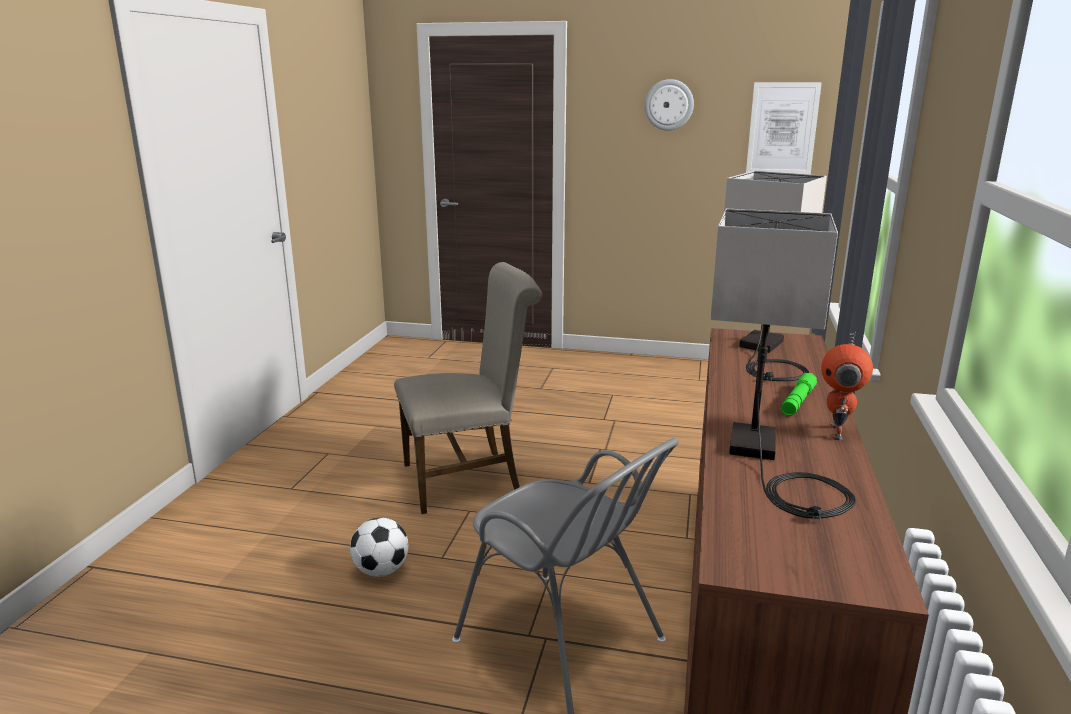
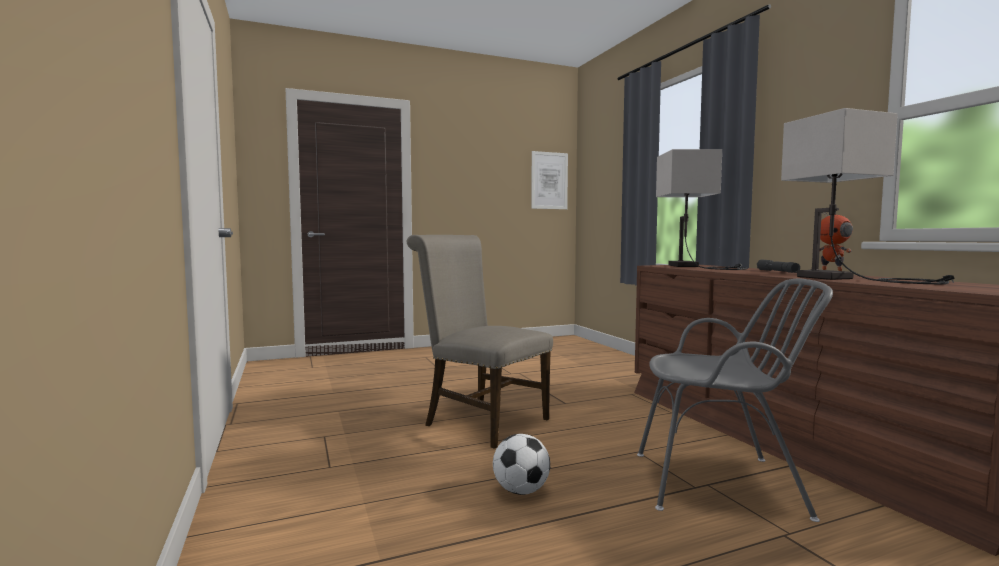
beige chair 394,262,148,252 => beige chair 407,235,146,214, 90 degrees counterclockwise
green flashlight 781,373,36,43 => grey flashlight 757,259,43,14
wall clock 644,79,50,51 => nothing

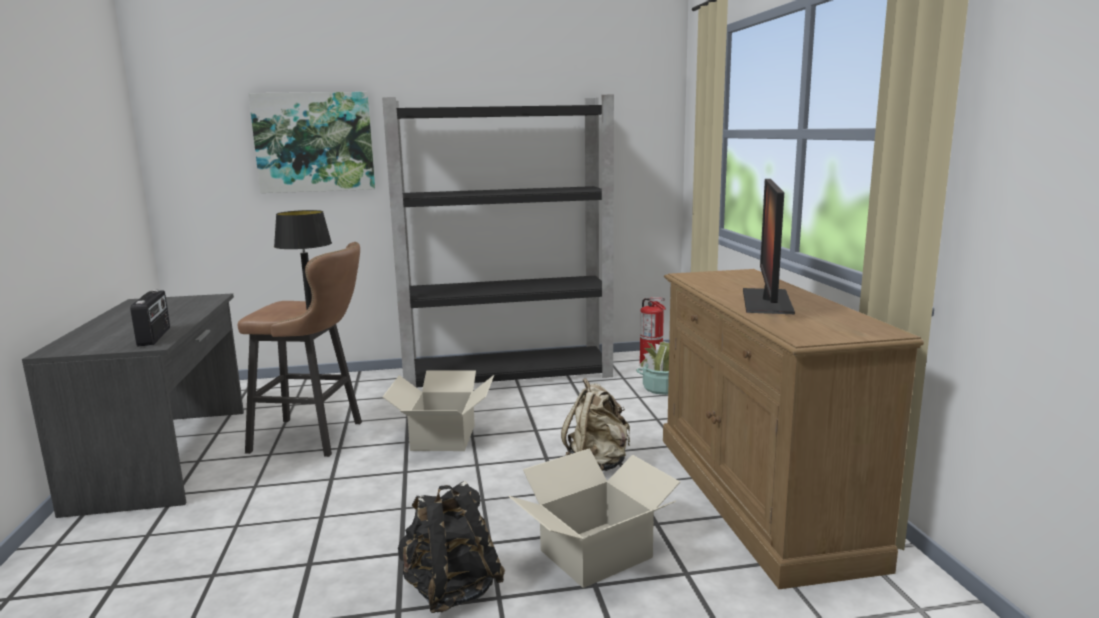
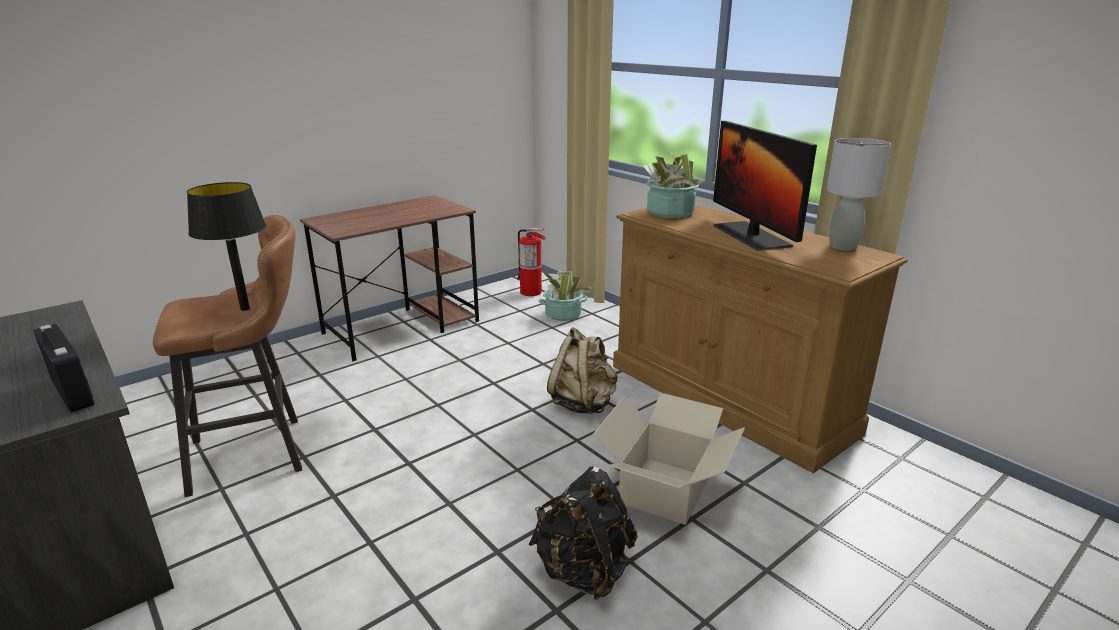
black bookcase 382,95,232,293 => brown desk 300,195,179,166
nothing => potted plant 643,153,61,65
nothing => grey table lamp 826,138,65,113
picture 248,92,127,101 => nothing
cardboard box 383,370,111,81 => nothing

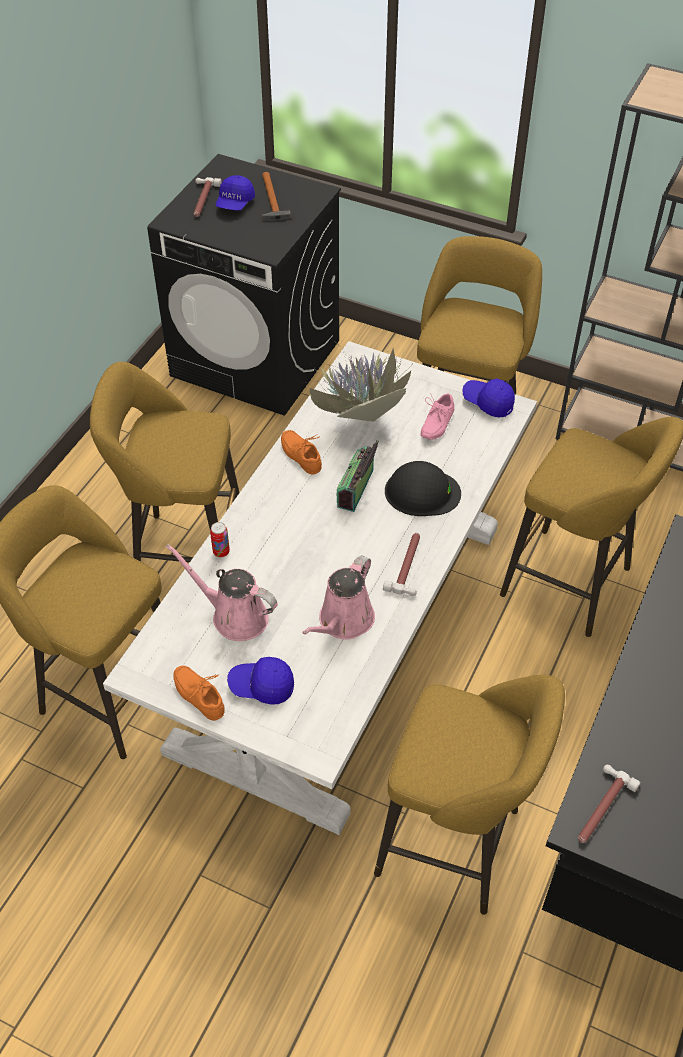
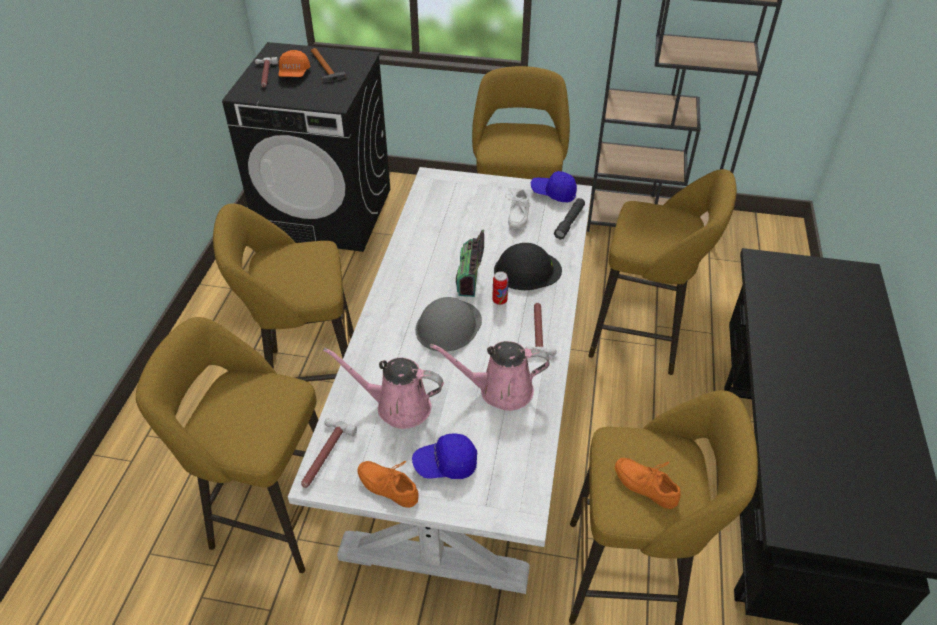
blue cap 216,175,39,36 => orange cap 278,50,33,27
hammer 578,764,62,79 => hammer 301,419,56,69, move
nothing => grey hard hat 415,297,67,55
pink watering can 302,555,73,85 => pink watering can 430,341,120,70, 75 degrees clockwise
can 210,522,20,35 => can 492,271,16,34, move
pink shoe 420,393,34,47 => white shoe 505,189,26,39
nothing => grey flashlight 554,198,31,42
orange shoe 281,430,41,44 => orange shoe 615,458,66,51, move
potted plant 306,349,105,73 => nothing

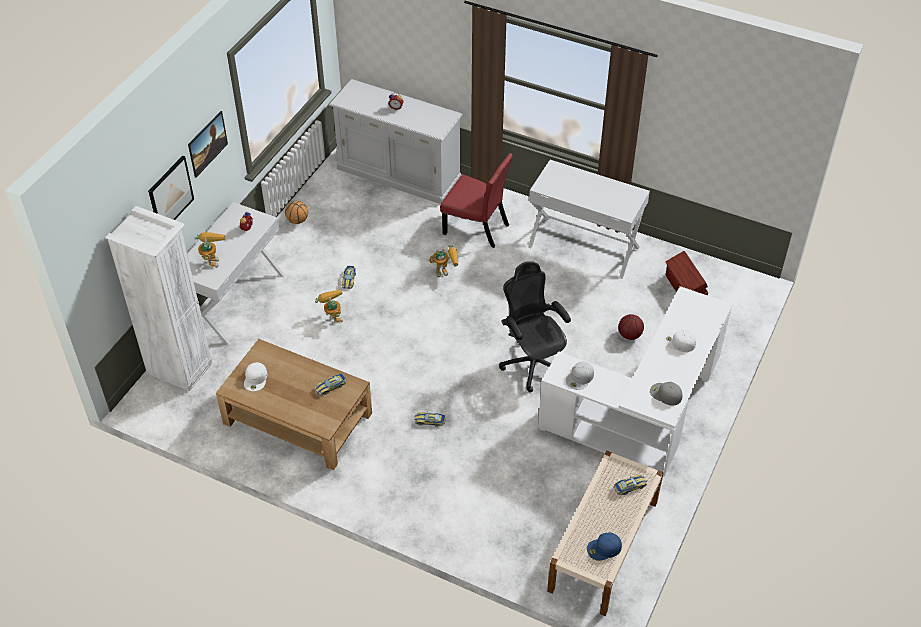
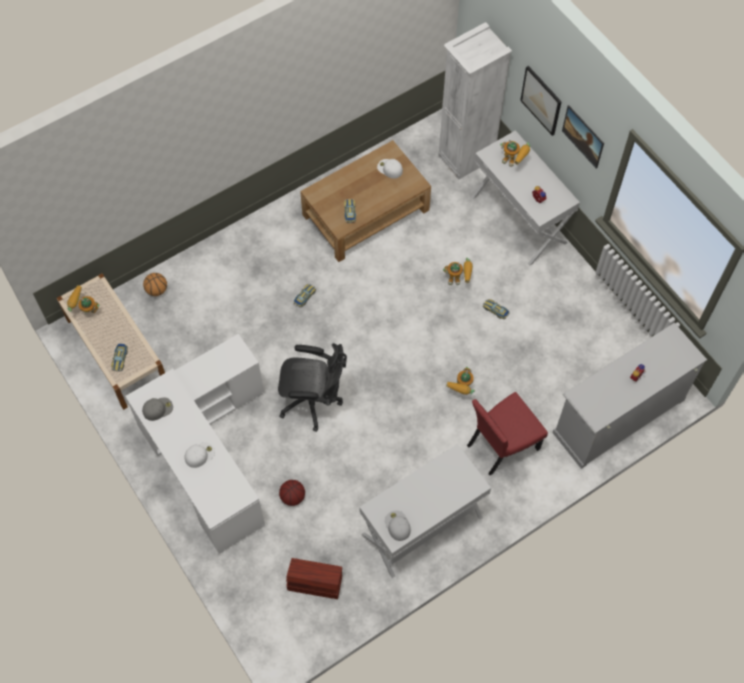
blue cap 587,533,35,28 => toy robot 67,285,33,29
basketball 285,201,23,23 => basketball 143,273,24,23, move
white cap 566,362,28,28 => white cap 385,510,26,31, move

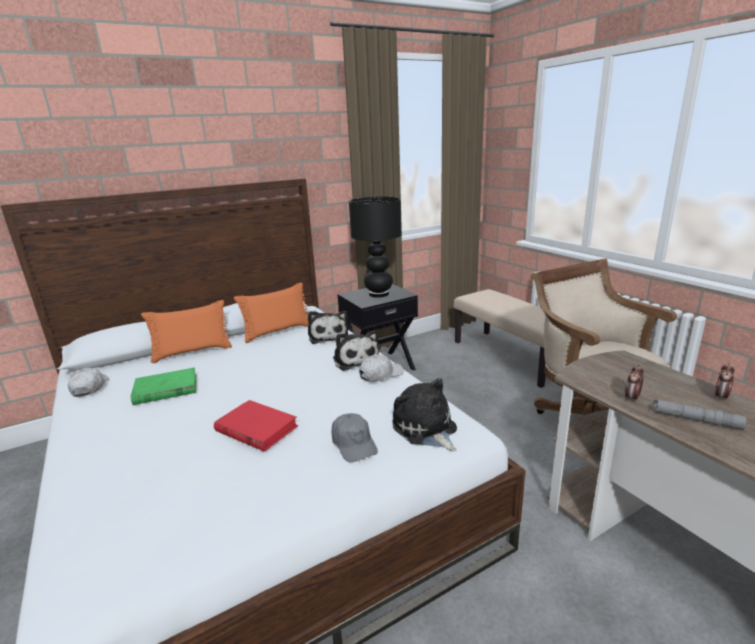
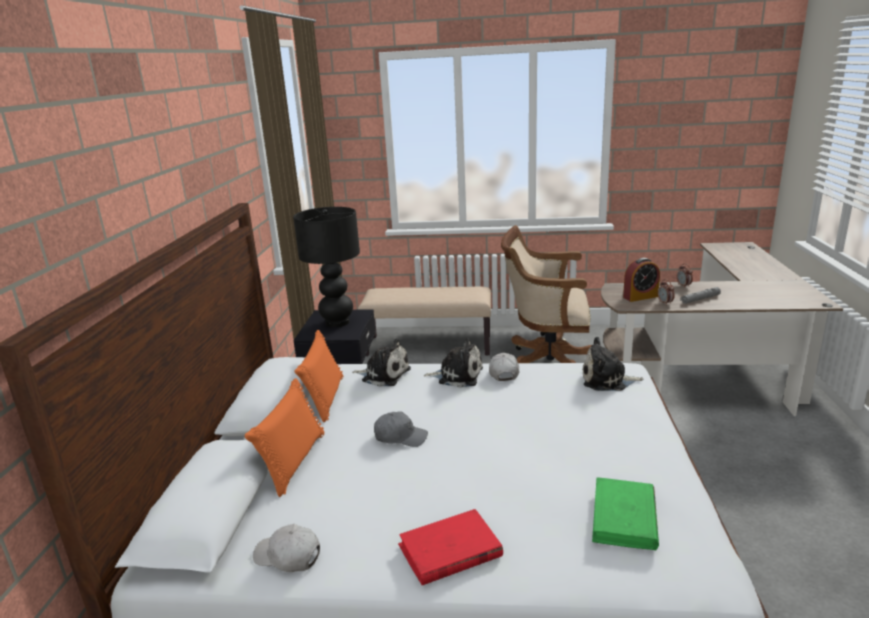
grey cap 331,413,47,49 => grey cap 374,411,54,36, move
red book 214,400,84,52 => red book 398,509,105,76, move
green book 131,367,66,38 => green book 592,477,67,73, move
nothing => alarm clock 623,258,37,44

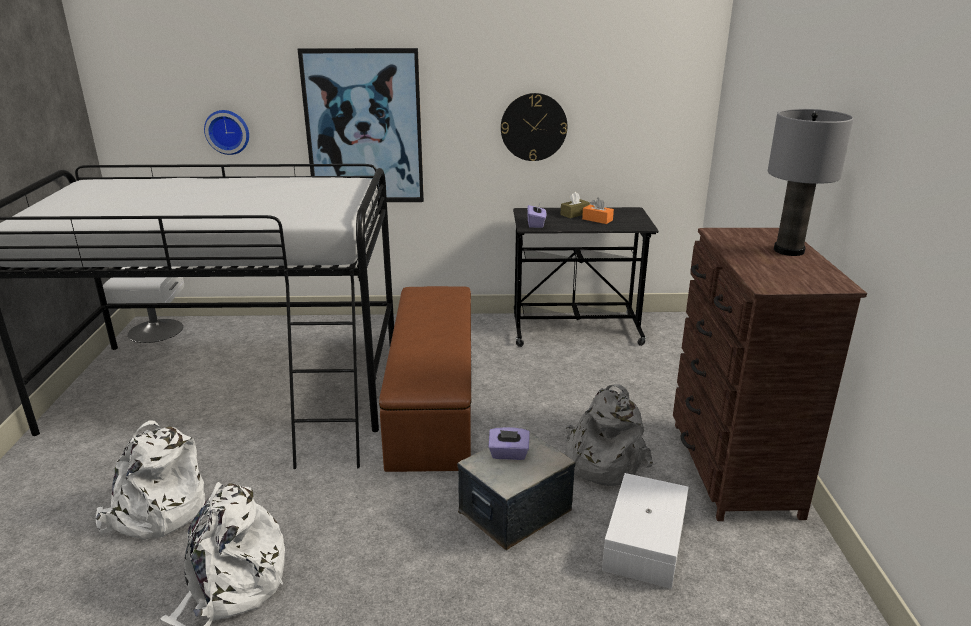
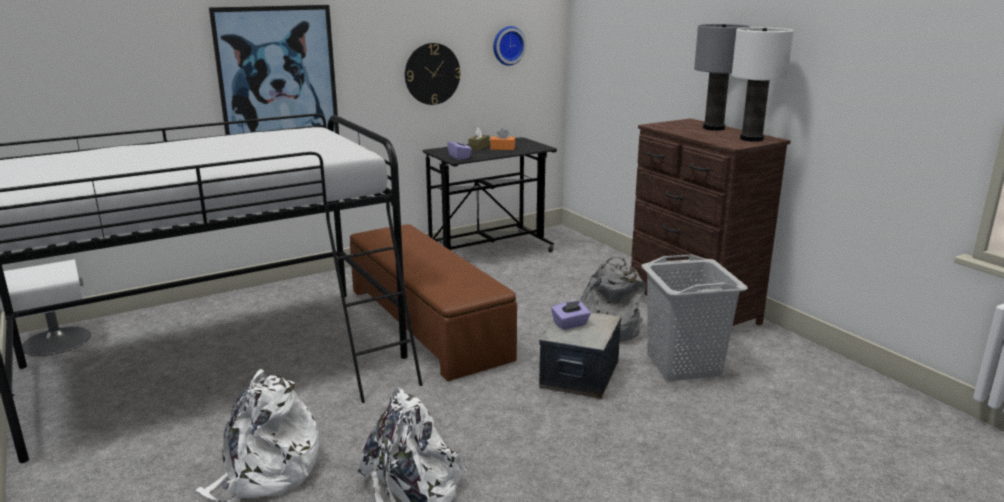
wall clock 204,110,45,45 => wall clock 493,26,33,40, move
white storage box 602,473,87,116 => grey laundry basket 641,255,107,126
nothing => white table lamp 732,28,61,114

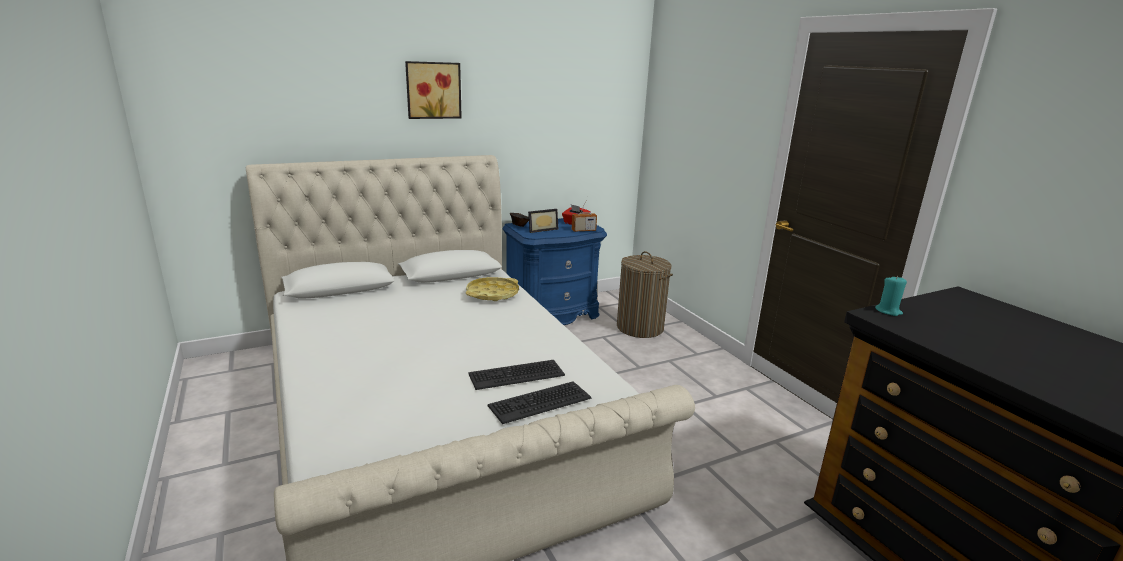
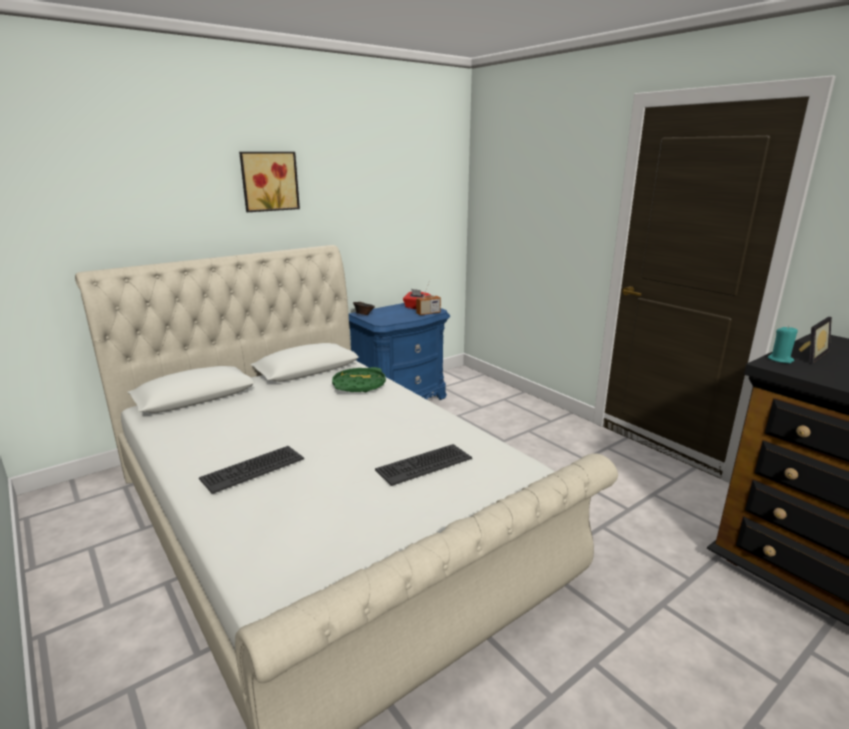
keyboard 487,381,104,43 => keyboard 199,446,105,48, move
yellow tray 466,277,53,24 => green tray 332,367,54,25
picture frame 528,209,30,24 => picture frame 799,317,33,46, move
laundry basket 617,251,56,87 => nothing

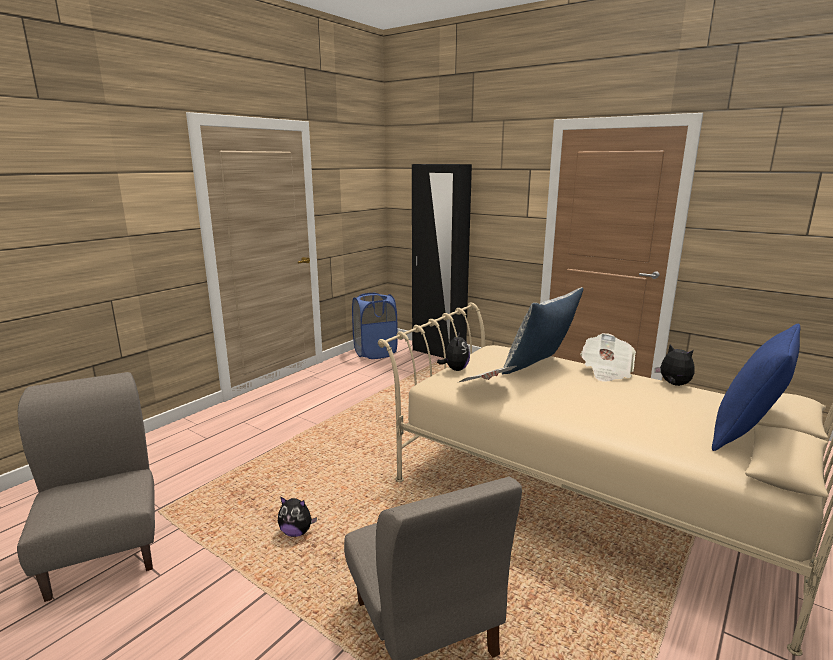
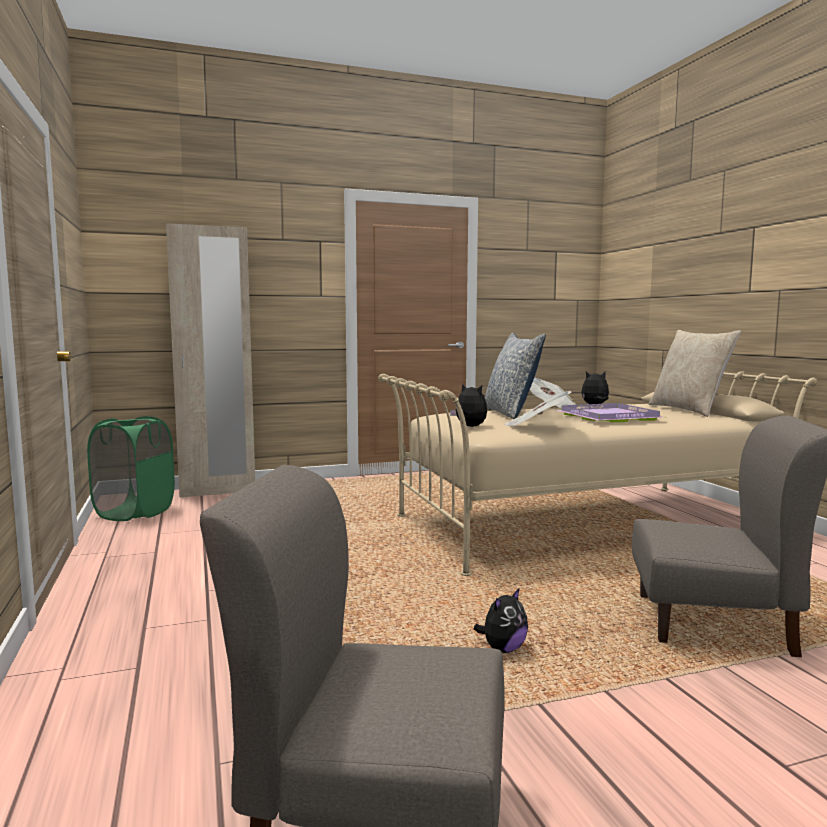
blue laundry basket 352,292,46,67 => green laundry basket 87,416,88,105
black wardrobe 412,164,60,194 => beige wardrobe 166,223,89,275
nothing => purple tray 557,403,108,19
blue pillow 712,324,88,127 => beige pillow 649,330,92,87

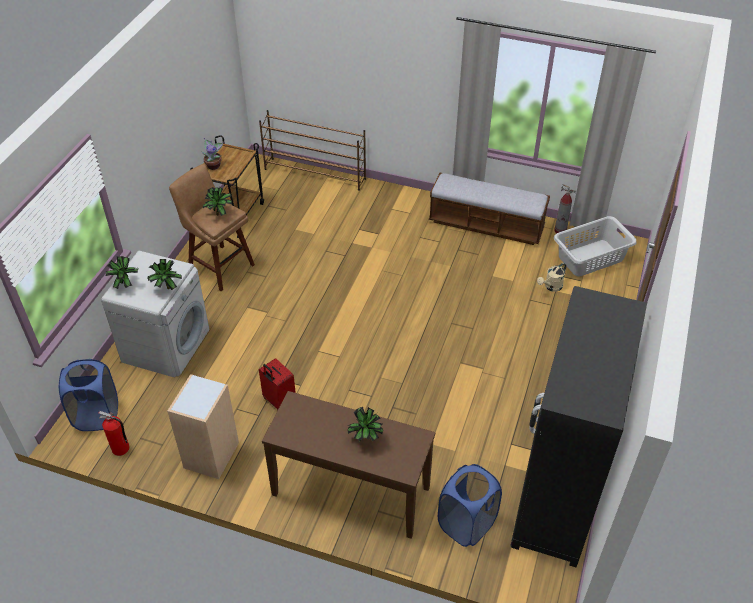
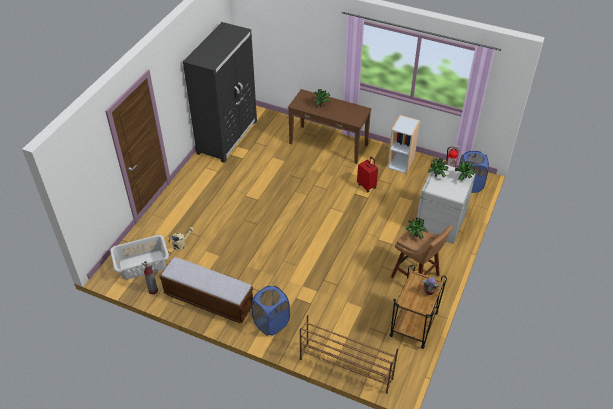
blue laundry basket 438,464,64,83 => blue laundry basket 251,286,39,50, move

